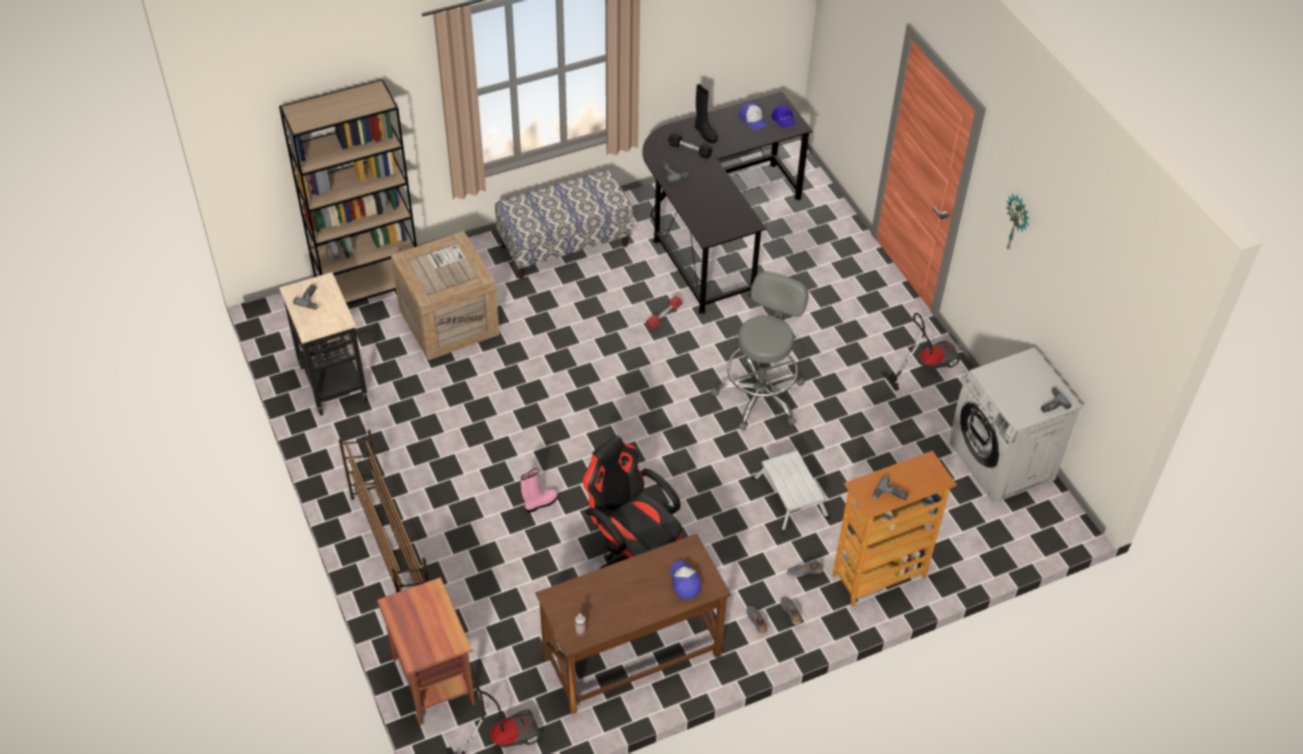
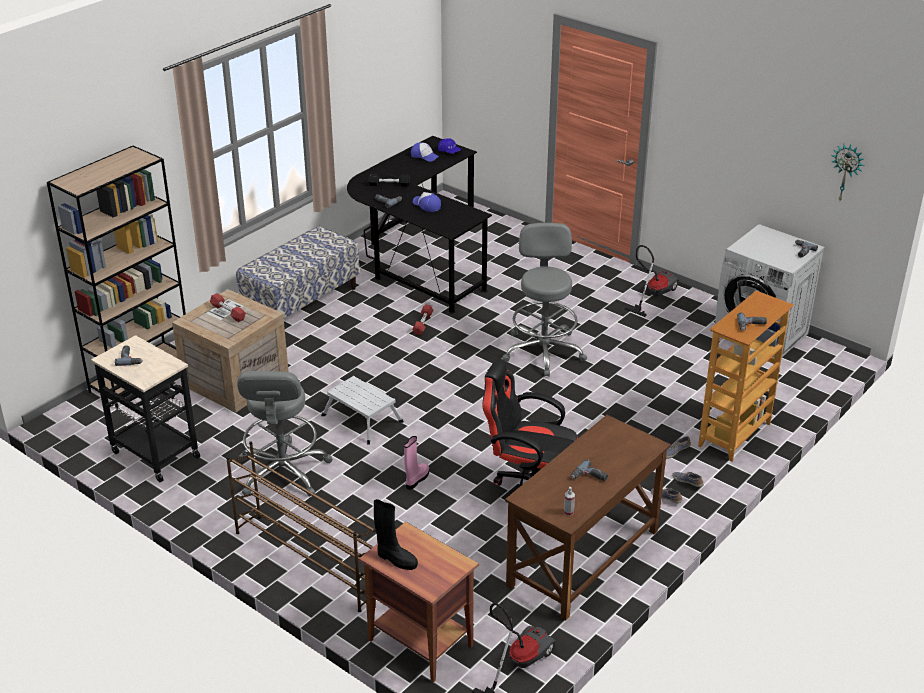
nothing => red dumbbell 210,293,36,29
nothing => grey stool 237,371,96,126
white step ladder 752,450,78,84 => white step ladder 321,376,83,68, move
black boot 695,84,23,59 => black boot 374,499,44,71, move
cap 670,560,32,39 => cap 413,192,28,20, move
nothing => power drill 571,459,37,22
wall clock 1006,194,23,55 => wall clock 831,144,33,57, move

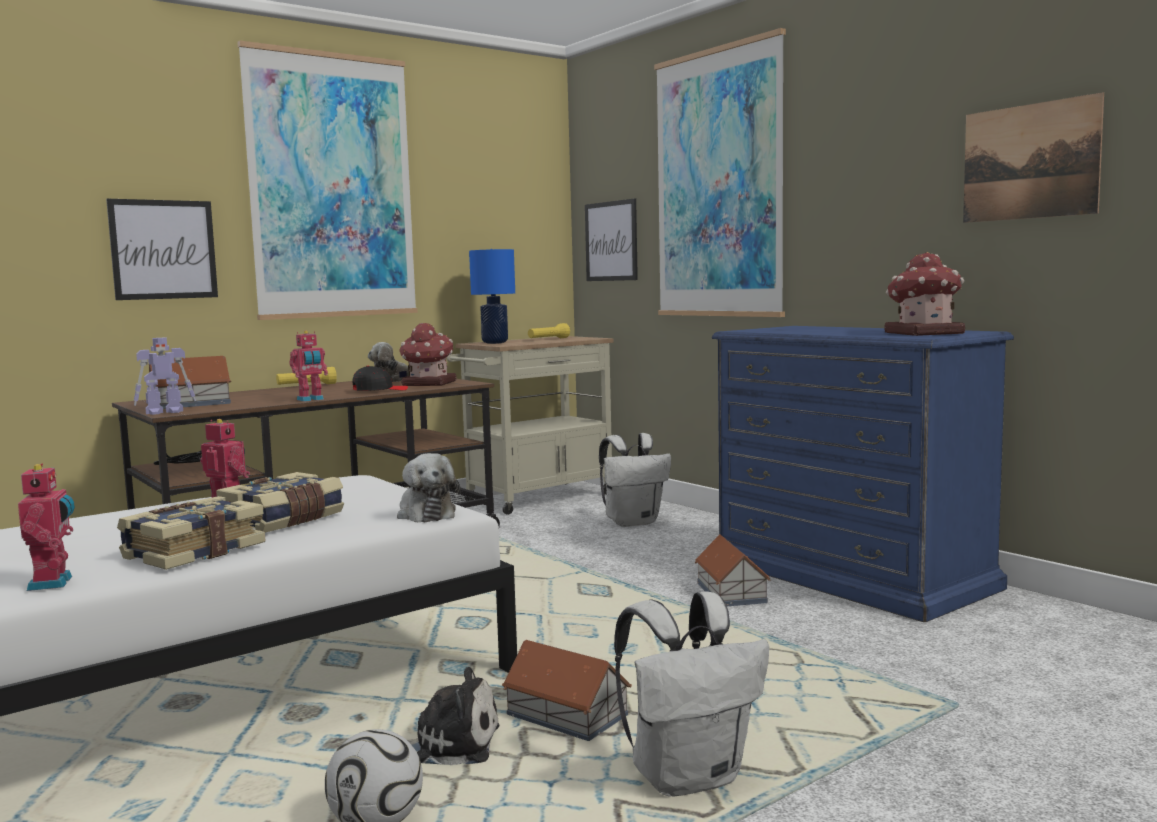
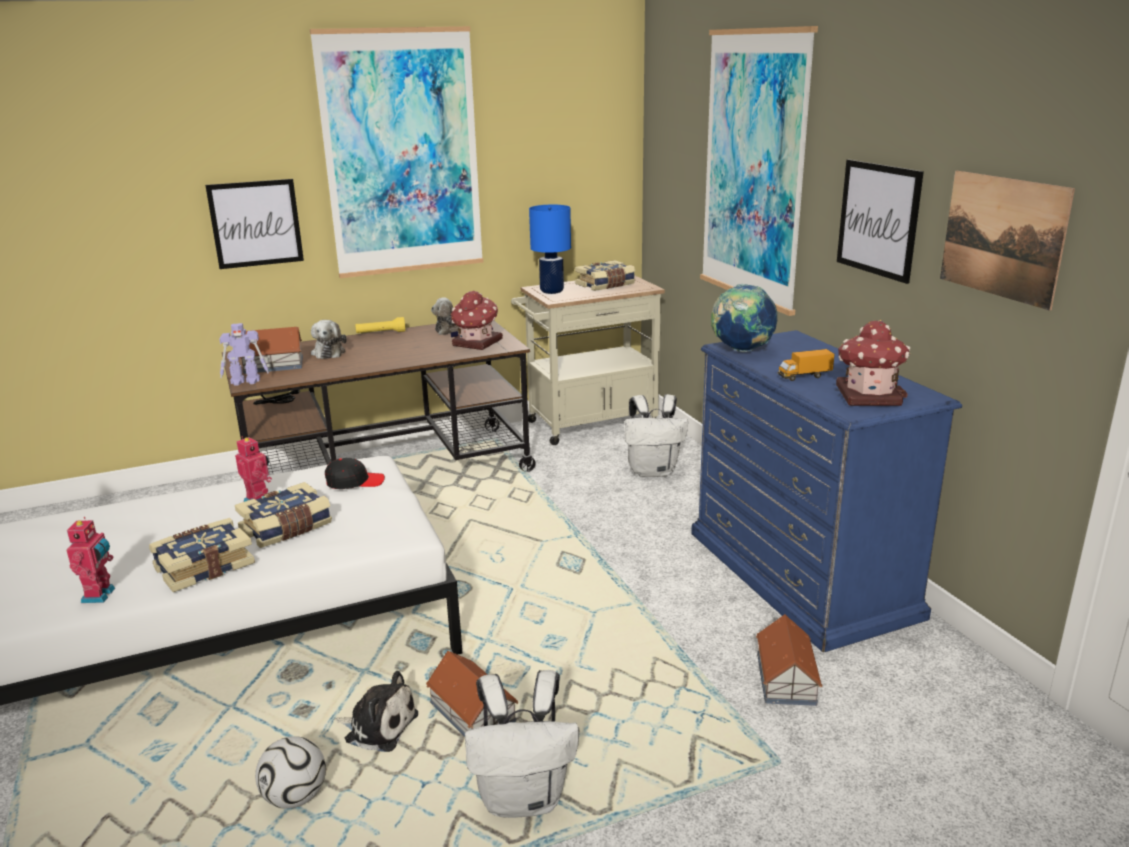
plush toy 397,453,64,69 => plush toy 311,320,36,39, move
black cap 352,366,56,25 => black cap 325,458,60,31, move
yellow flashlight 528,323,42,15 => book 575,260,60,31
nothing => globe 711,284,66,68
toy house 695,534,76,72 => toy house 756,614,67,92, move
nothing => toy truck 778,349,57,32
picture 585,198,53,83 => picture 837,159,87,125, move
toy robot 289,331,39,71 => nothing

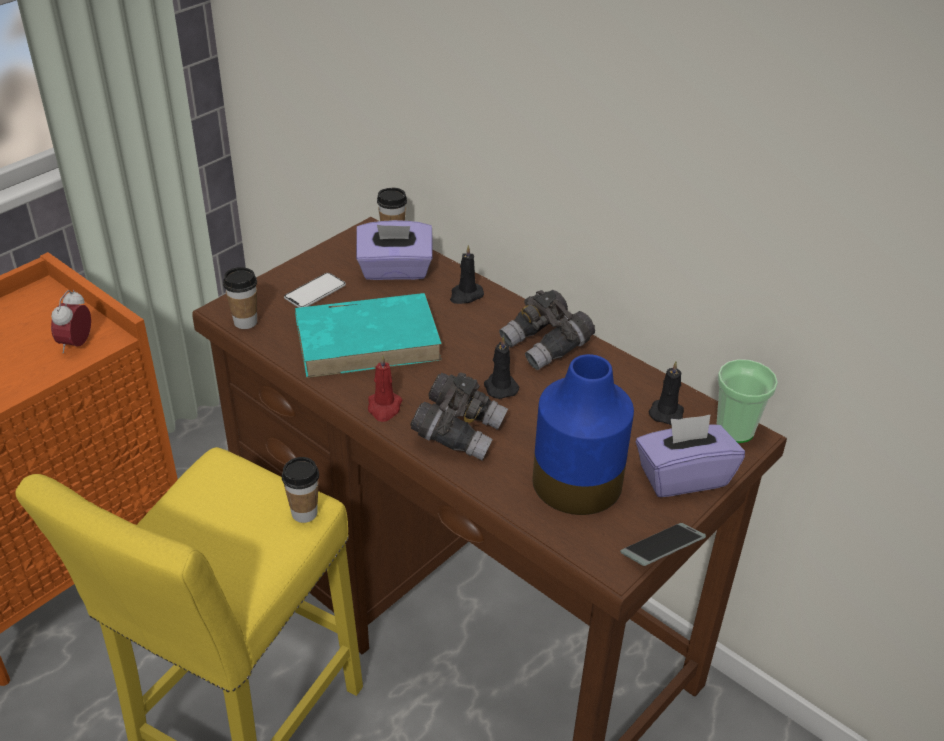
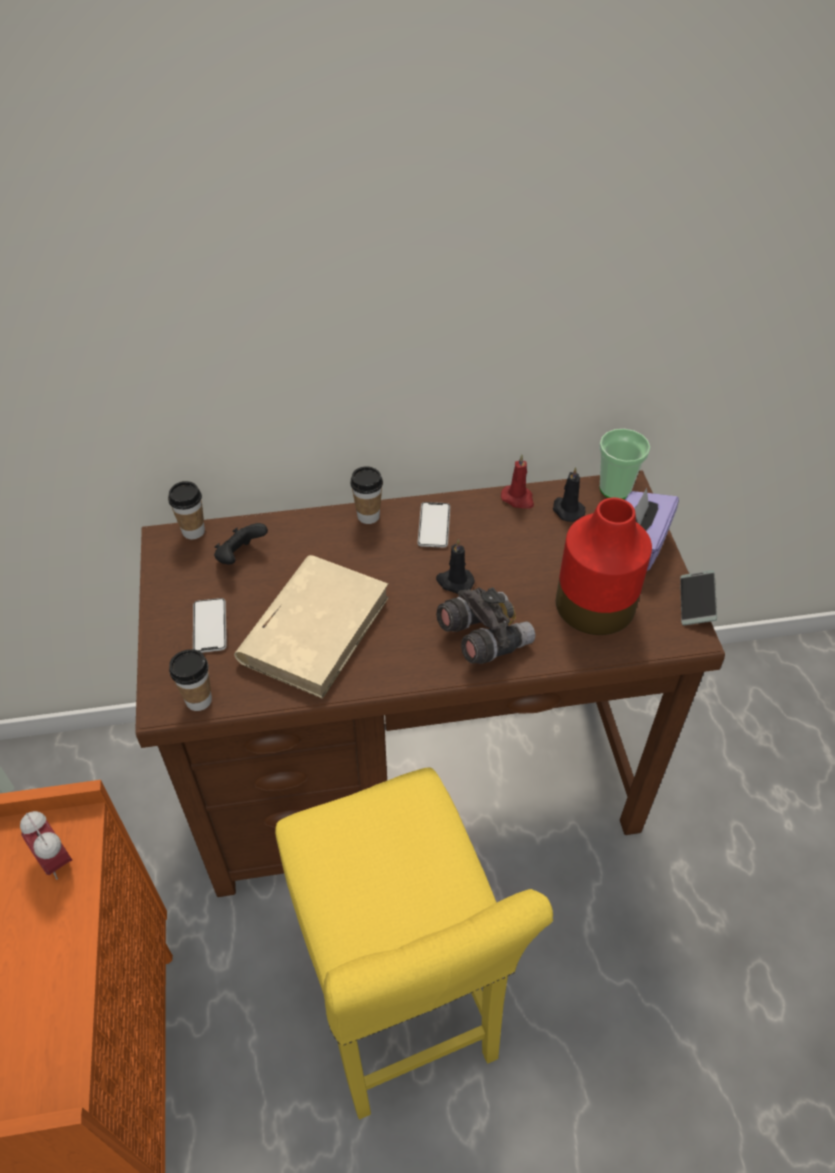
purple tissue box 356,220,77,60 => black game controller 214,523,54,41
turquoise book 295,293,147,85 => beige book 234,555,155,144
cup 282,457,37,66 => cup 350,466,33,58, move
grey binoculars 499,290,96,80 => phone 417,502,33,46
red candle 368,354,34,68 => red candle 501,455,33,54, move
blue vase 532,354,102,161 => red vase 556,498,96,137
black candle 450,245,34,59 => nothing

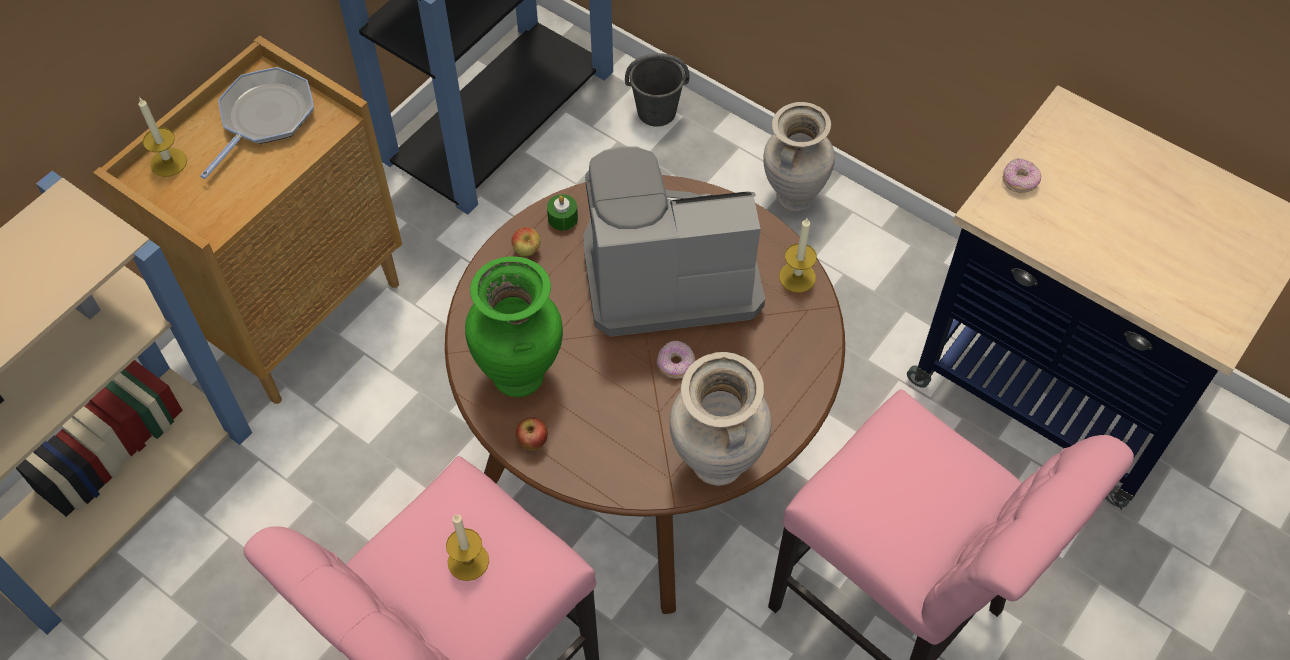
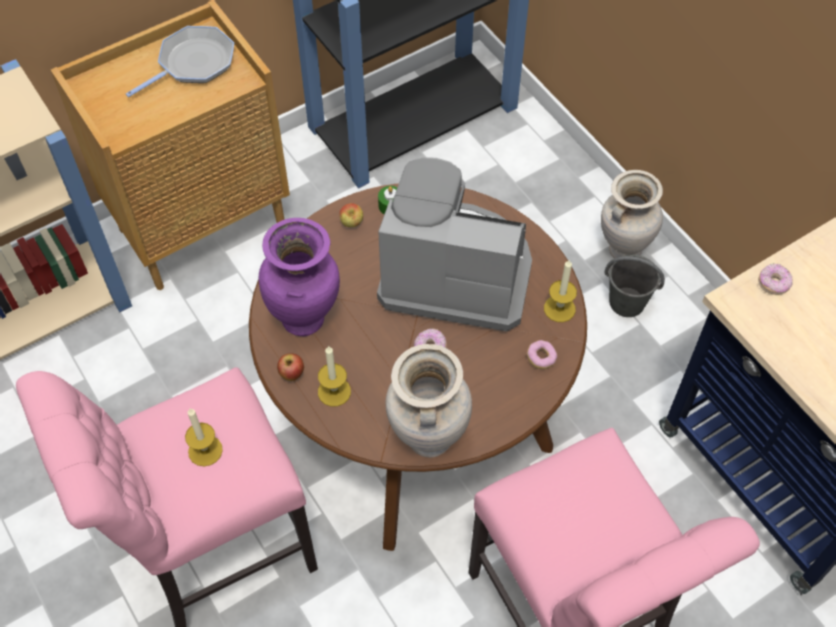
green vase 465,256,98,141 => purple vase 259,218,81,118
candle 138,97,49,80 => candle 318,346,33,61, move
nothing => donut 527,340,30,29
grey bucket 625,53,65,74 => grey bucket 604,255,61,62, move

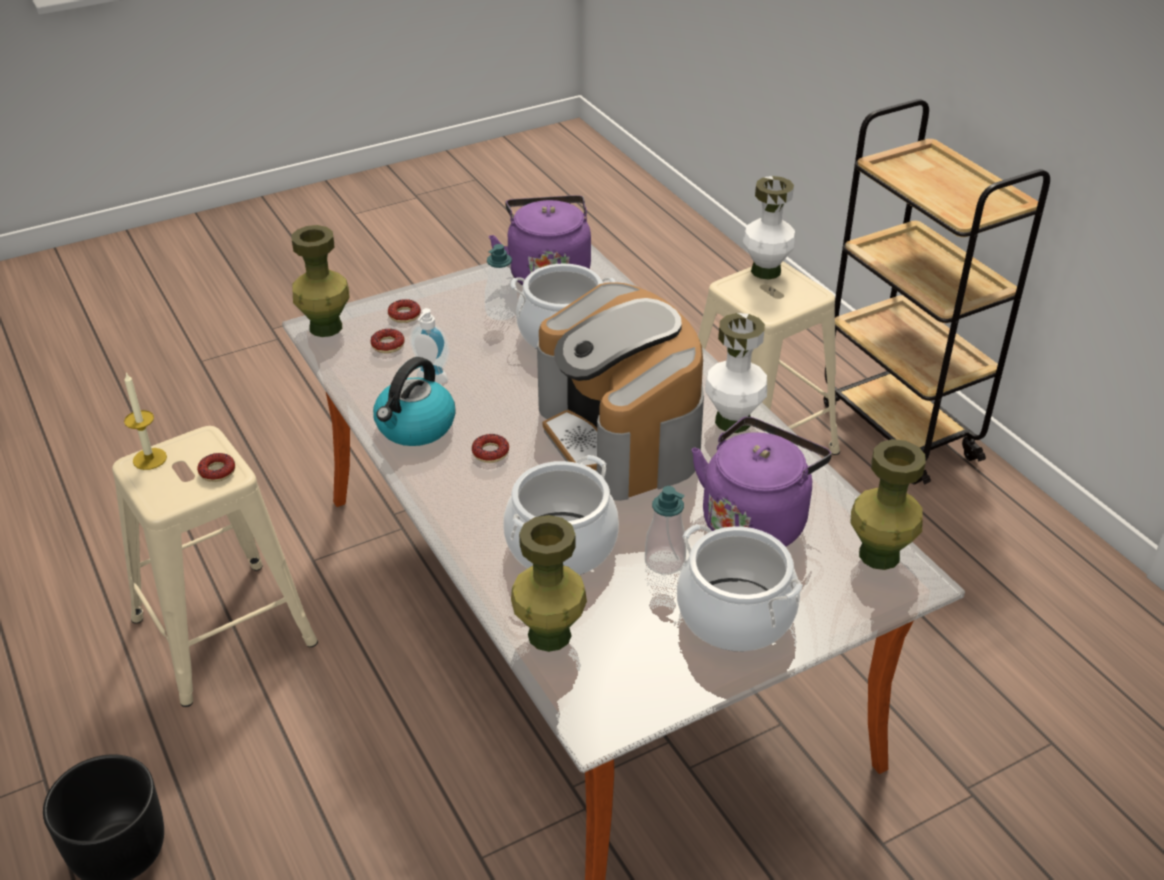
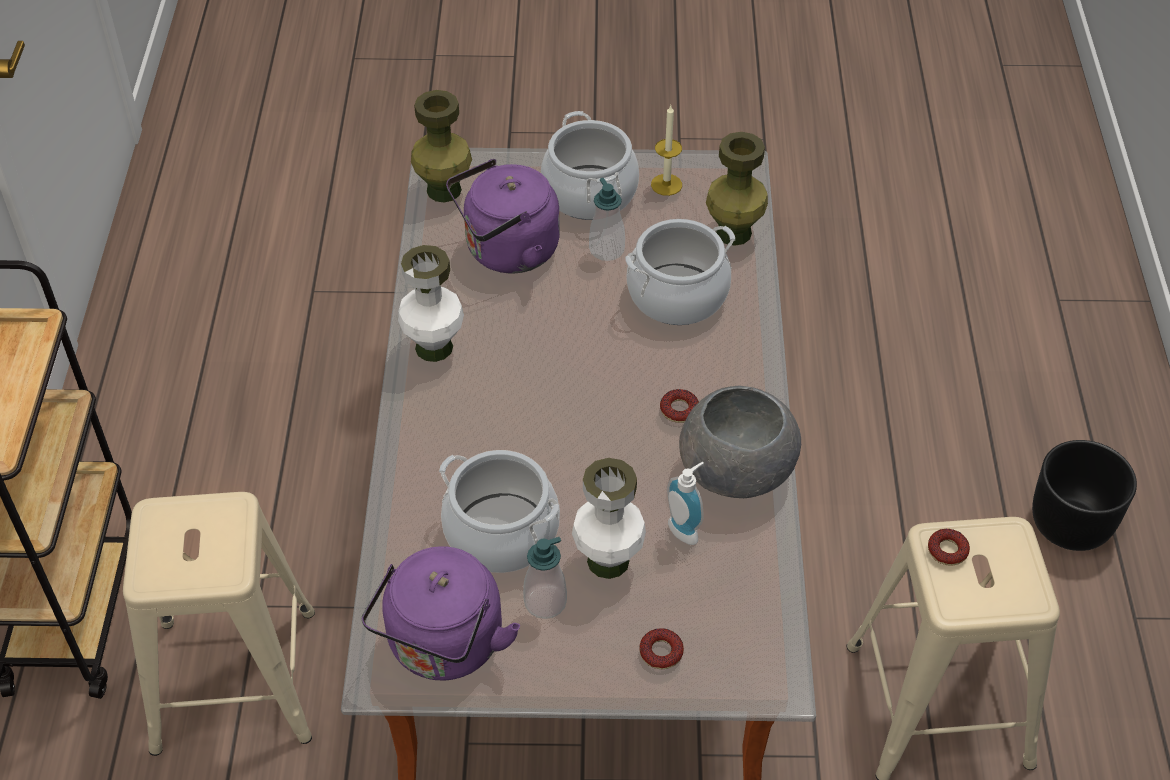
white vase 743,176,53,103 => white vase 572,458,74,121, move
candle 124,372,43,98 => candle 651,105,31,91, move
kettle 373,357,83,89 => grey bowl 679,385,122,113
green vase 292,225,57,112 => nothing
donut 371,329,34,24 => nothing
coffee machine 537,283,167,218 => nothing

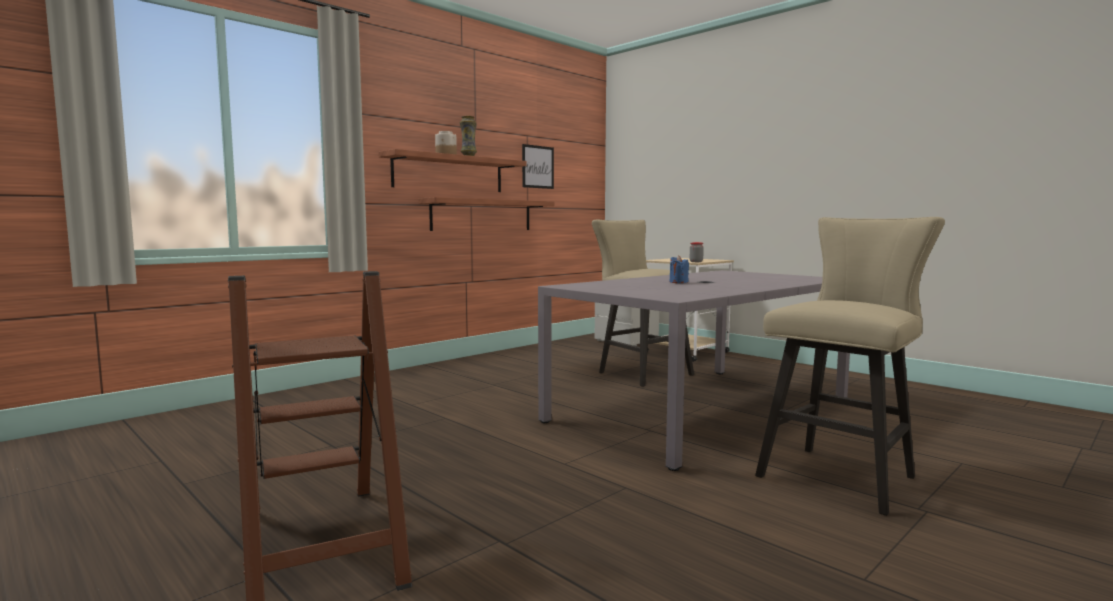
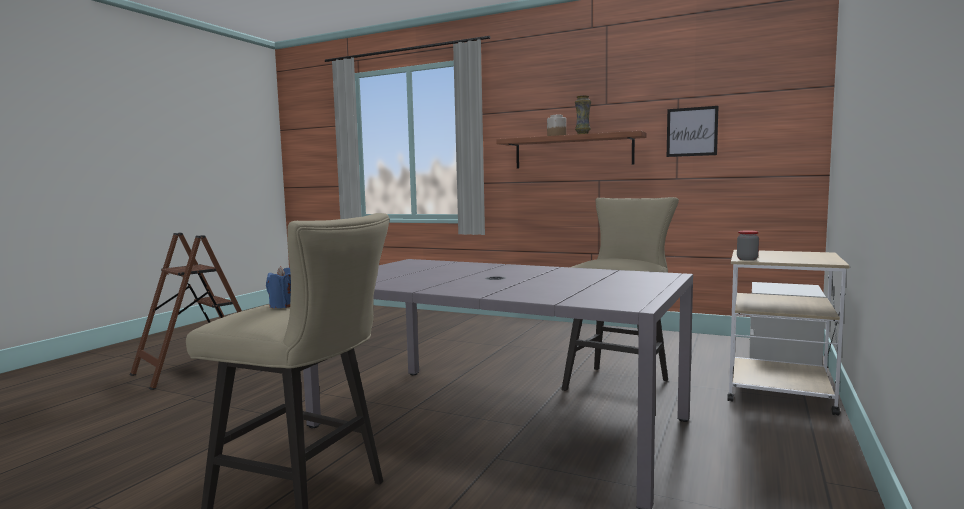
blue candle 670,255,19,28 => blue candle 266,266,25,42, move
shelf 419,197,135,34 => nothing

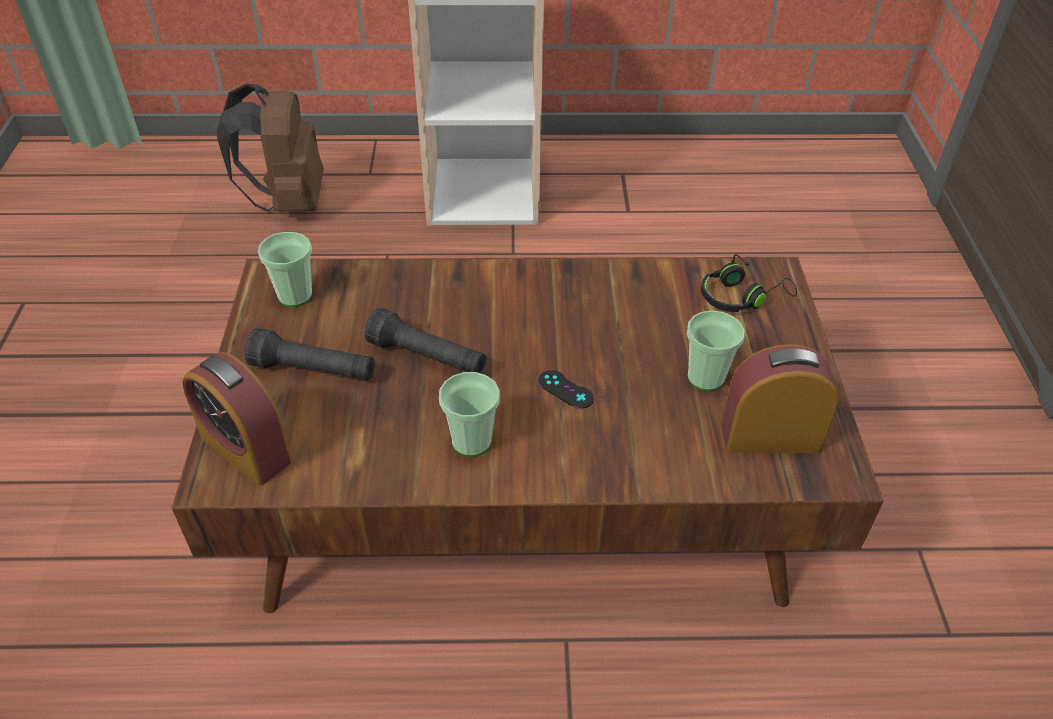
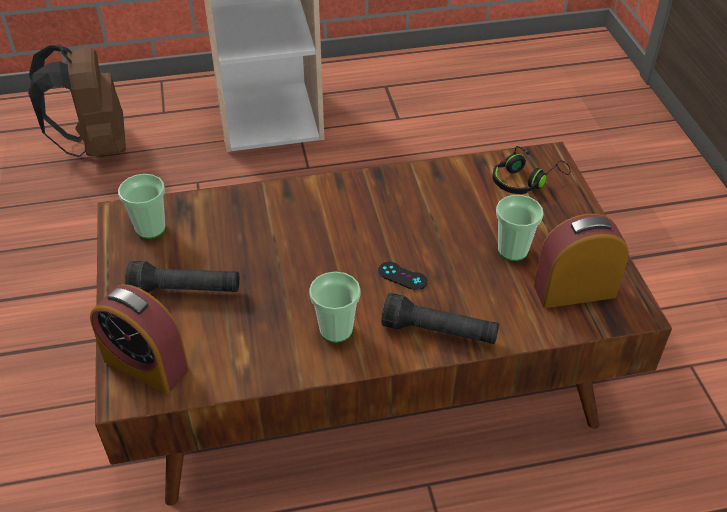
black flashlight 364,308,122,65 => black flashlight 381,293,118,51, move

